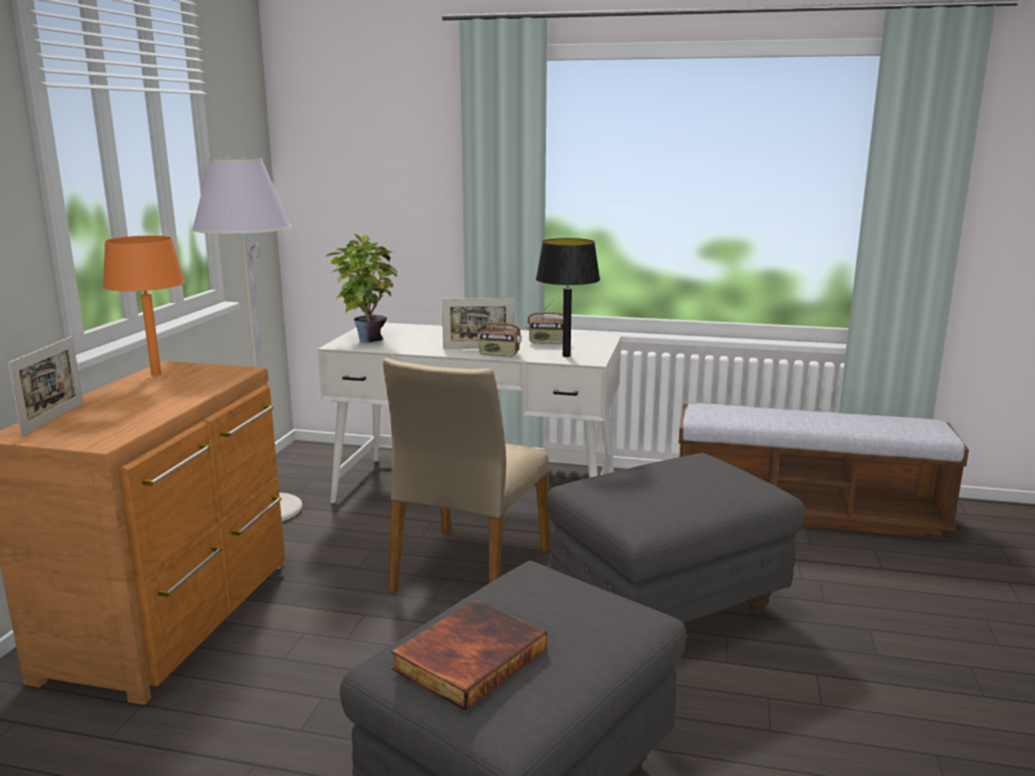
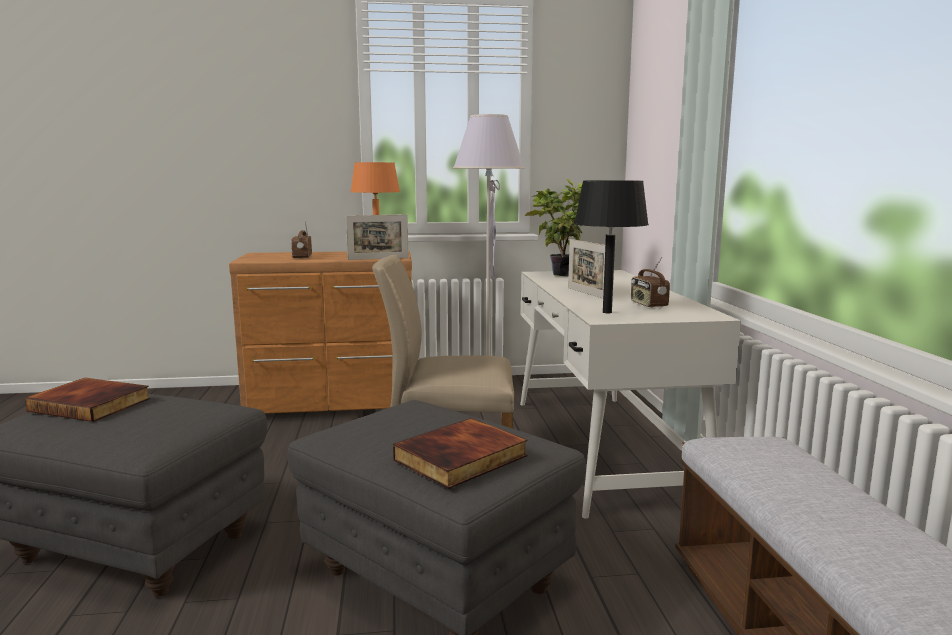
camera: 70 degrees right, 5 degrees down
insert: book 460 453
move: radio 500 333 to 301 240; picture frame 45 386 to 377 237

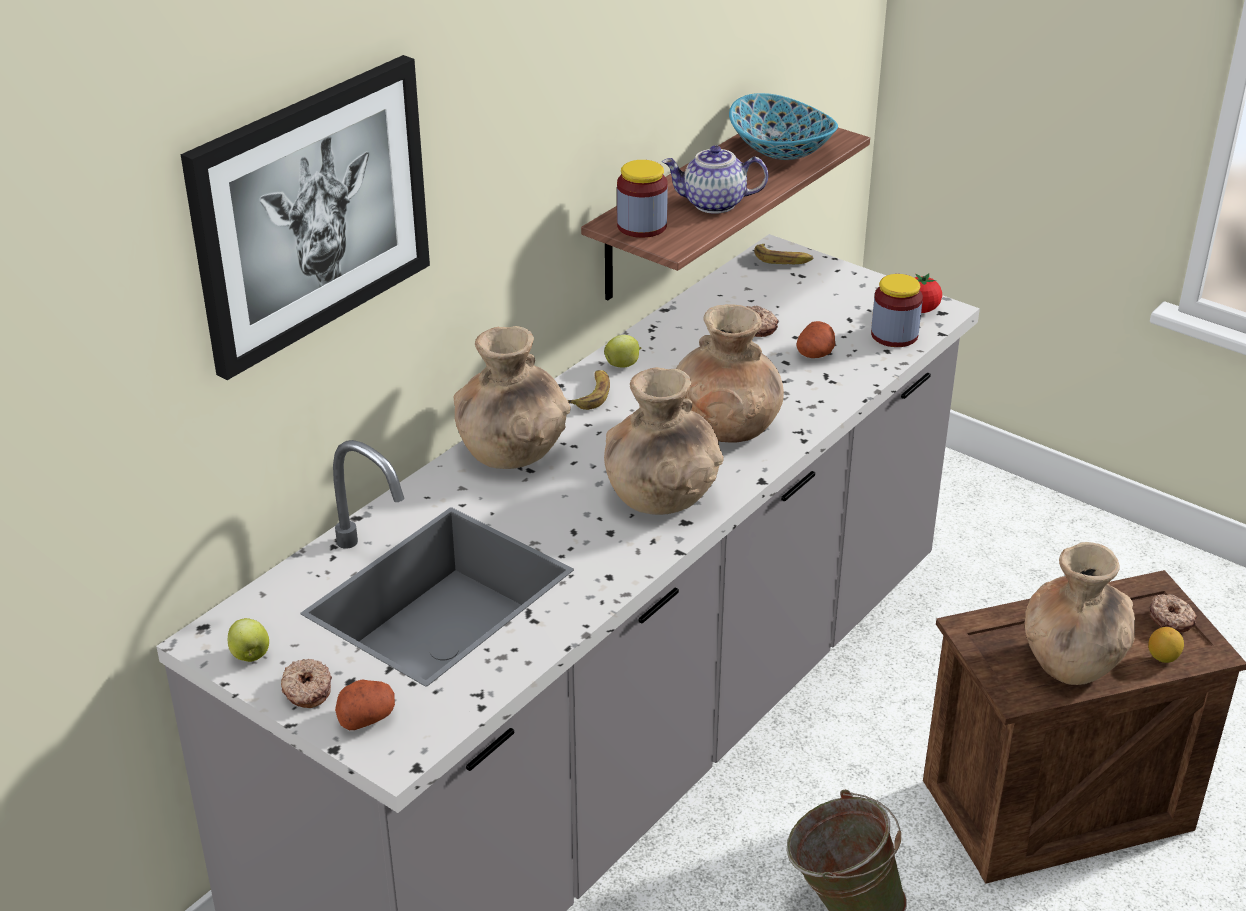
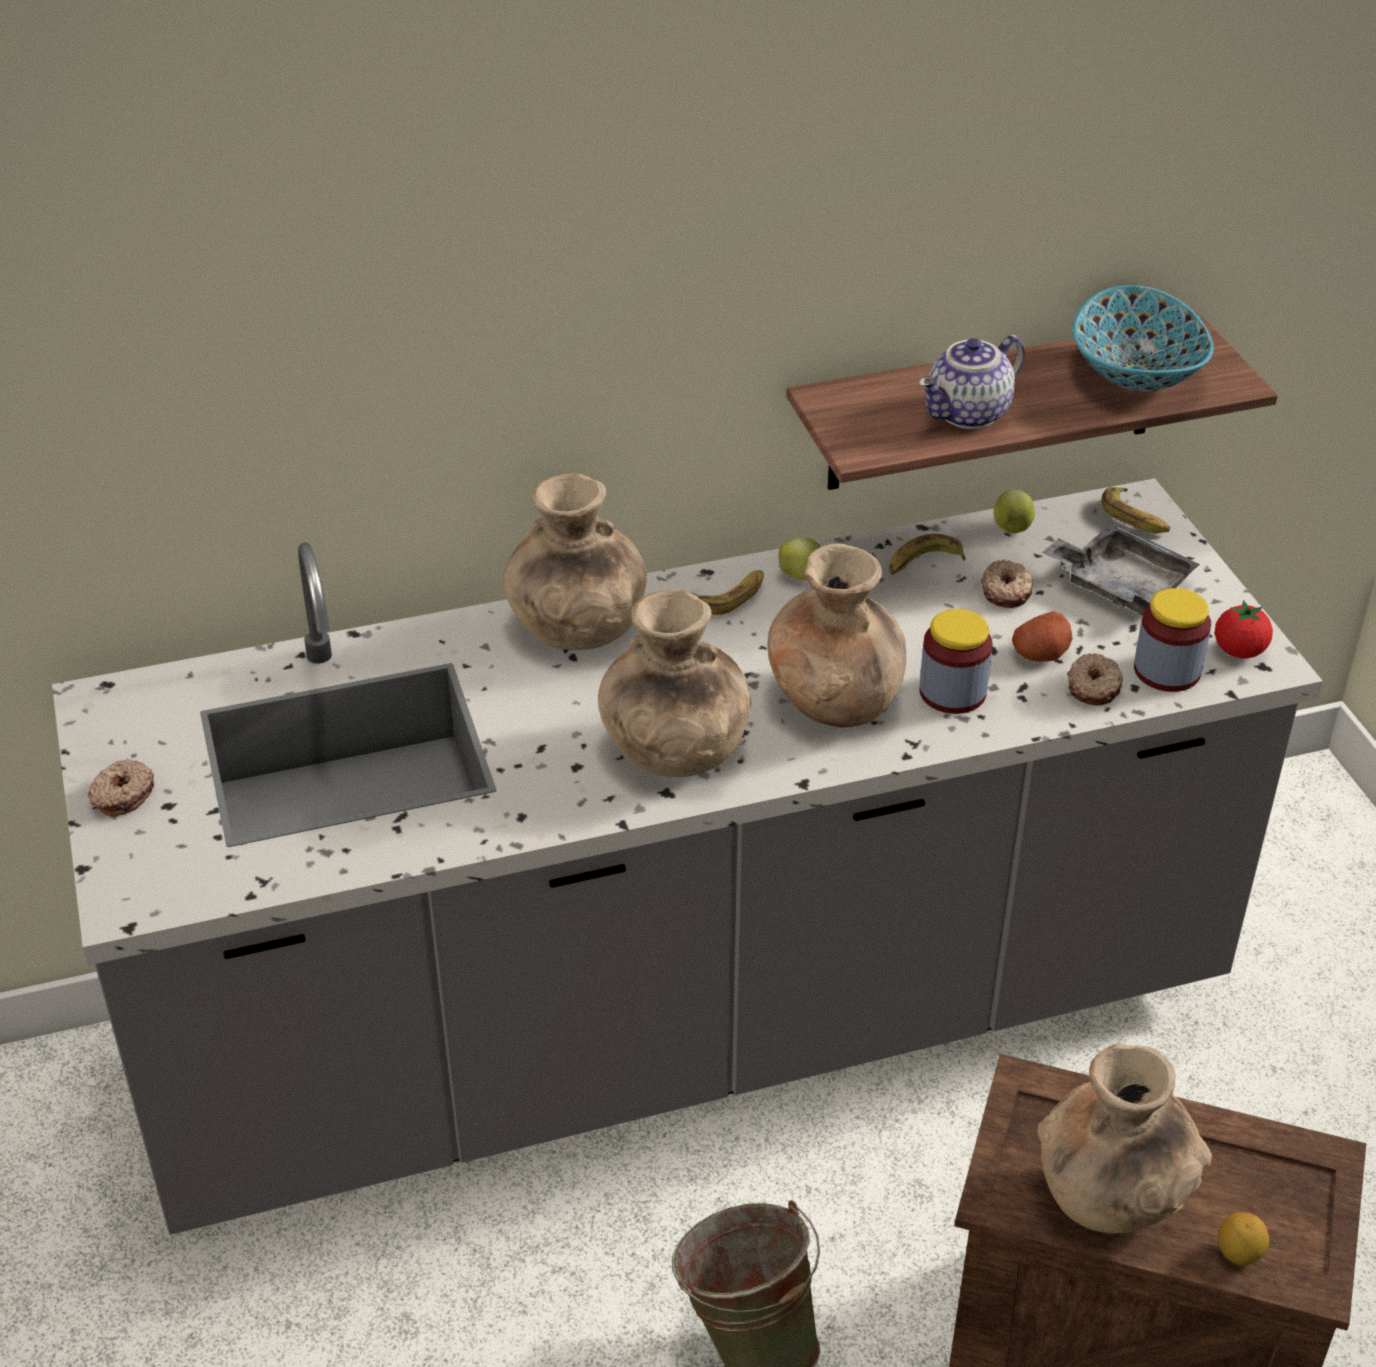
camera: 35 degrees right, 5 degrees up
delete: picture 305 217; potato 365 704
insert: banana 927 554; tray in grey 1121 569
move: jar 642 199 to 956 661; apple 248 640 to 1014 511; donut 1173 613 to 1095 679
rotate: teapot 715 179 = 972 382 75 degrees counterclockwise

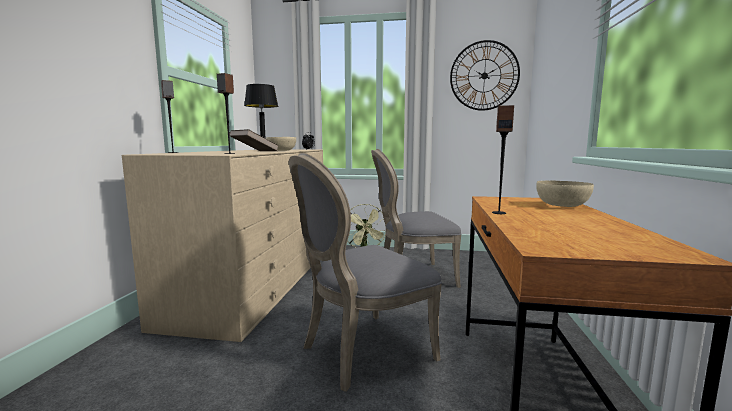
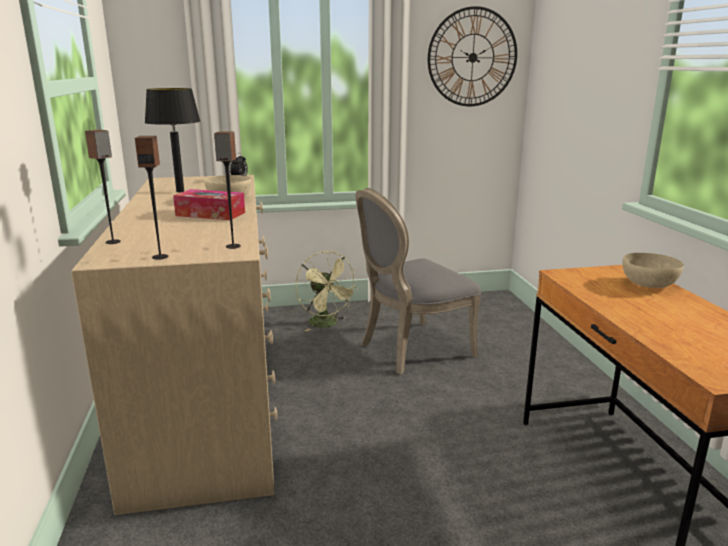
camera: 20 degrees left, 10 degrees up
delete: chair in grey 365 272
move: speaker 503 159 to 151 198
replace: book in brown 254 140 to tissue box 209 204

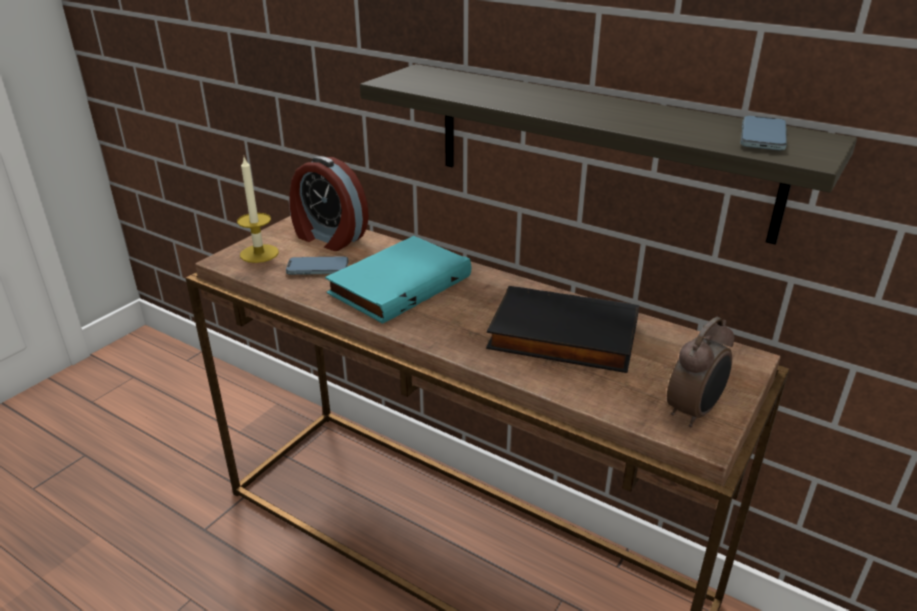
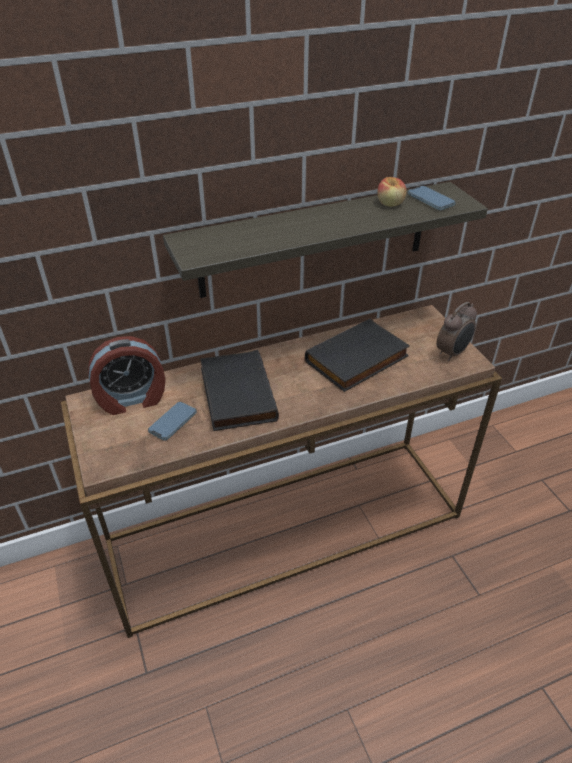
camera: 55 degrees left, 10 degrees up
delete: candle 258 210
insert: apple 392 191
recolor: book in turquoise 398 280 to book in black 239 390
rotate: alarm clock 700 372 = 457 331 60 degrees clockwise

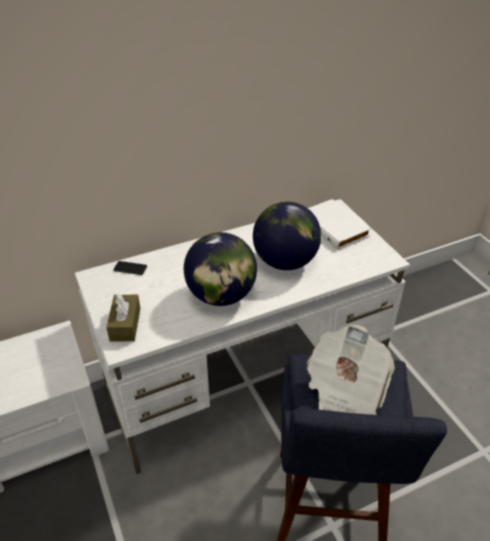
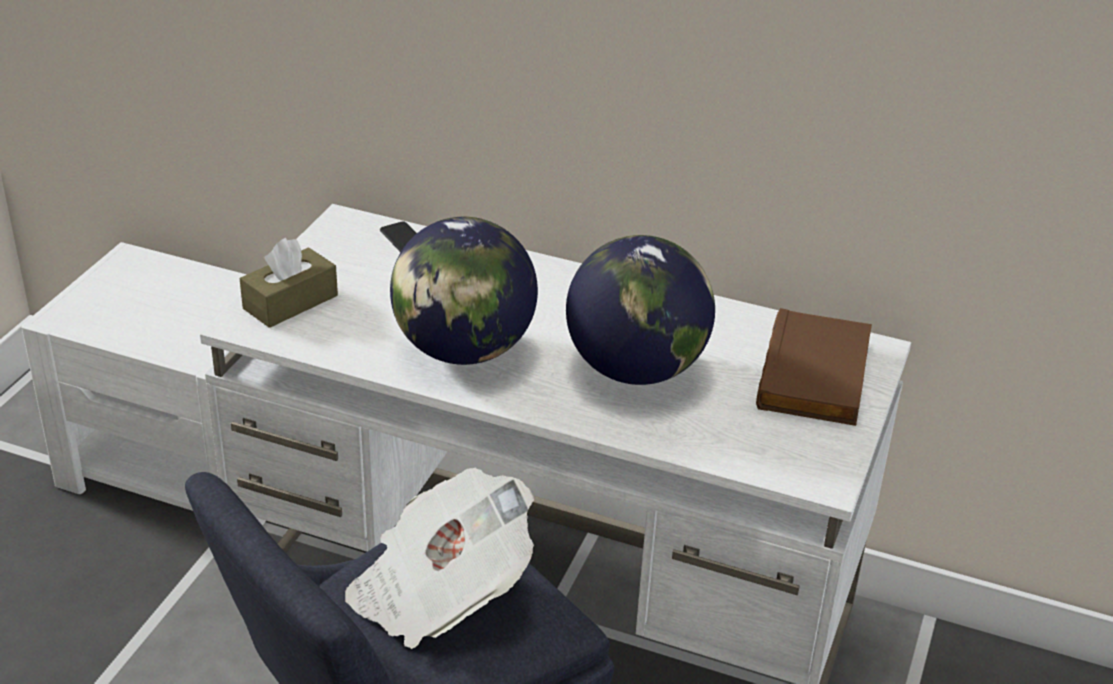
camera: 45 degrees right, 5 degrees down
recolor: book in white 339 224 to book in brown 814 367

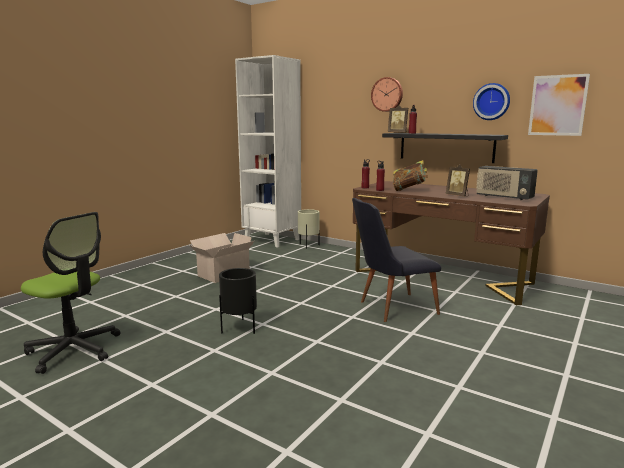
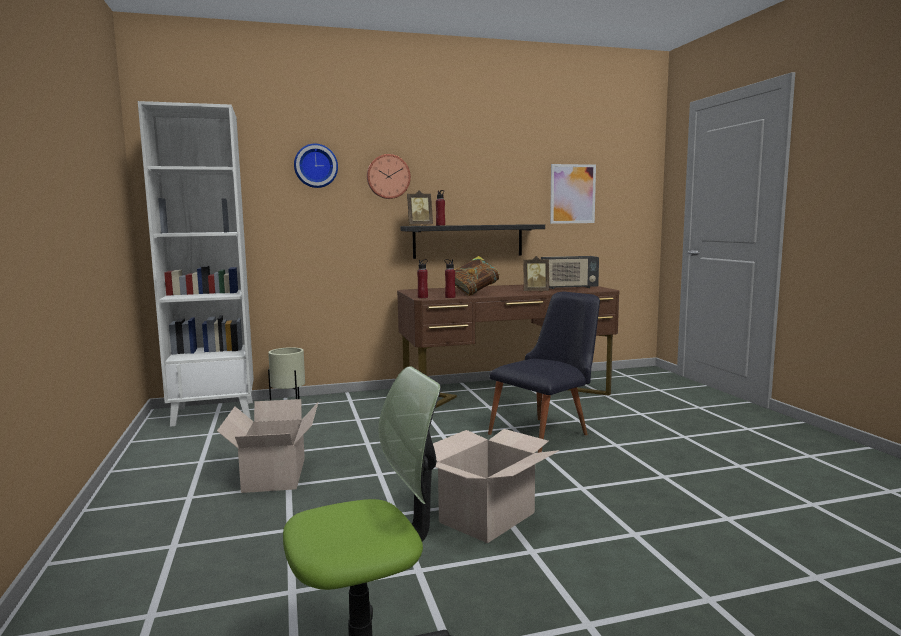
camera: 50 degrees left, 5 degrees down
move: wall clock 491 101 to 316 166
replace: planter in black 238 301 to cardboard box 496 486
rotate: chair in black 396 260 = 544 372 150 degrees counterclockwise

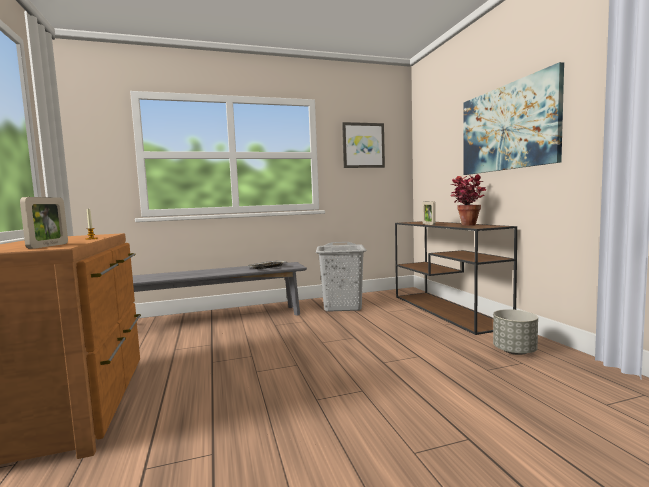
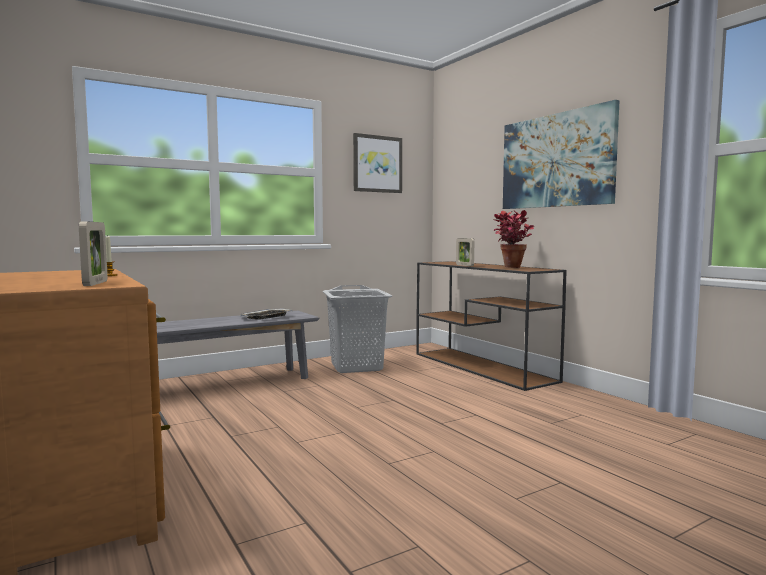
camera: 15 degrees left, 0 degrees up
delete: planter in grey 515 332

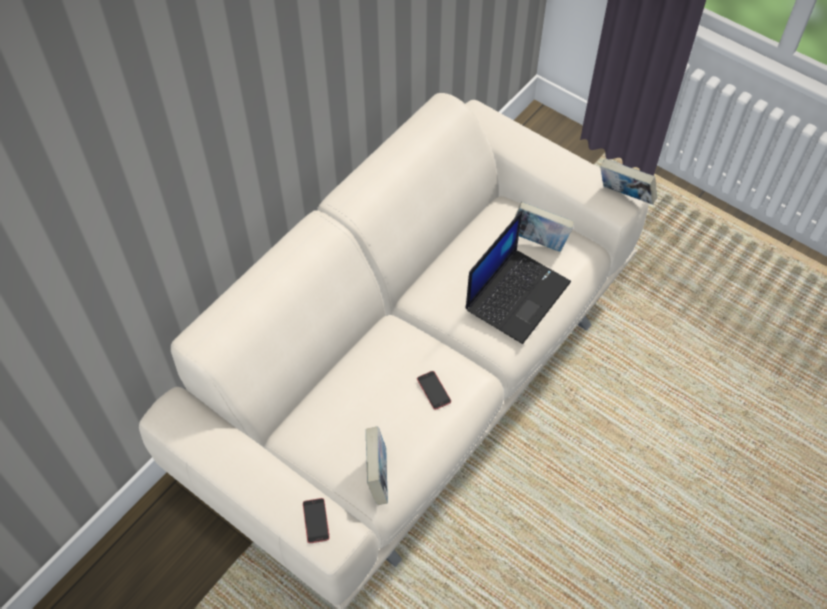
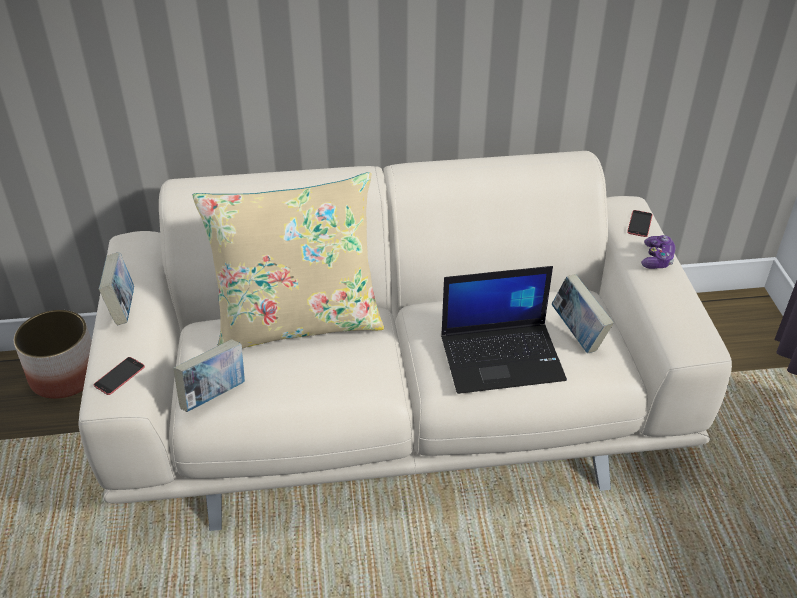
camera: 45 degrees right, 15 degrees down
insert: planter 53 354; pillow in beige 288 260; game controller 658 252
move: book 628 182 to 116 289; phone 434 390 to 640 223

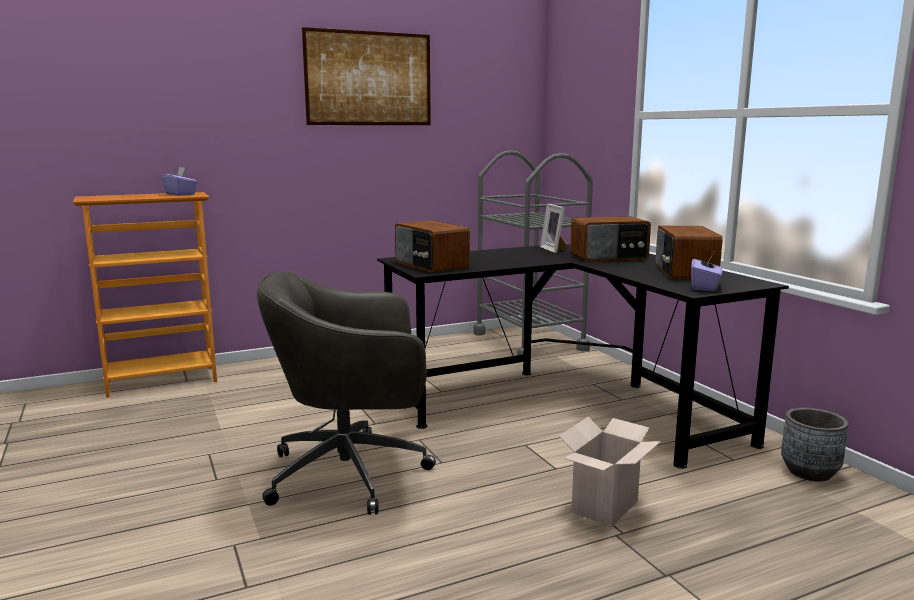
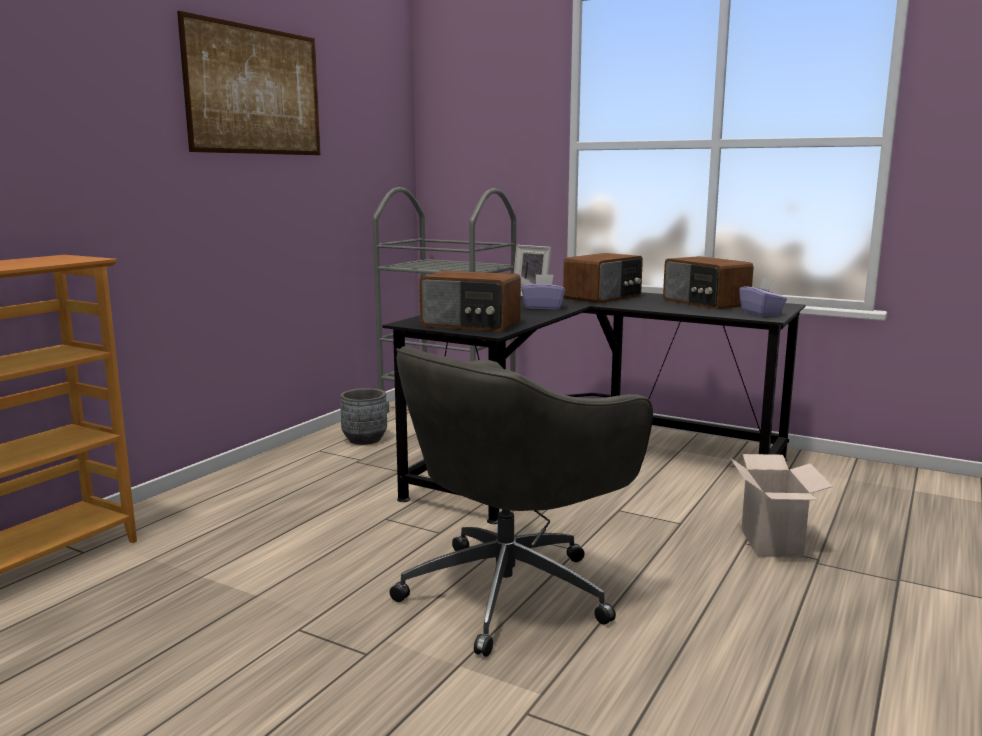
camera: 35 degrees left, 0 degrees up
move: planter in grey 815 444 to 363 416; tissue box in purple 179 181 to 543 291

